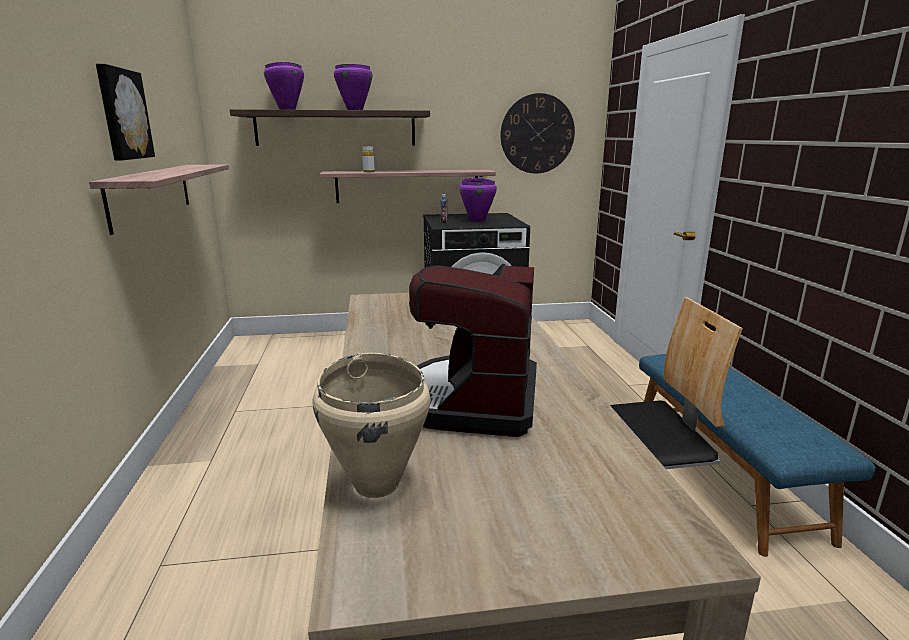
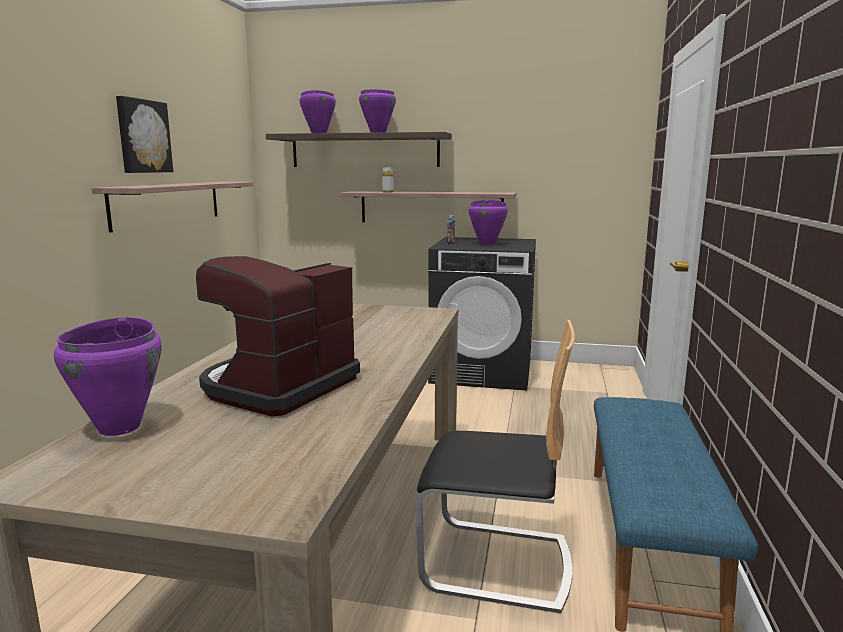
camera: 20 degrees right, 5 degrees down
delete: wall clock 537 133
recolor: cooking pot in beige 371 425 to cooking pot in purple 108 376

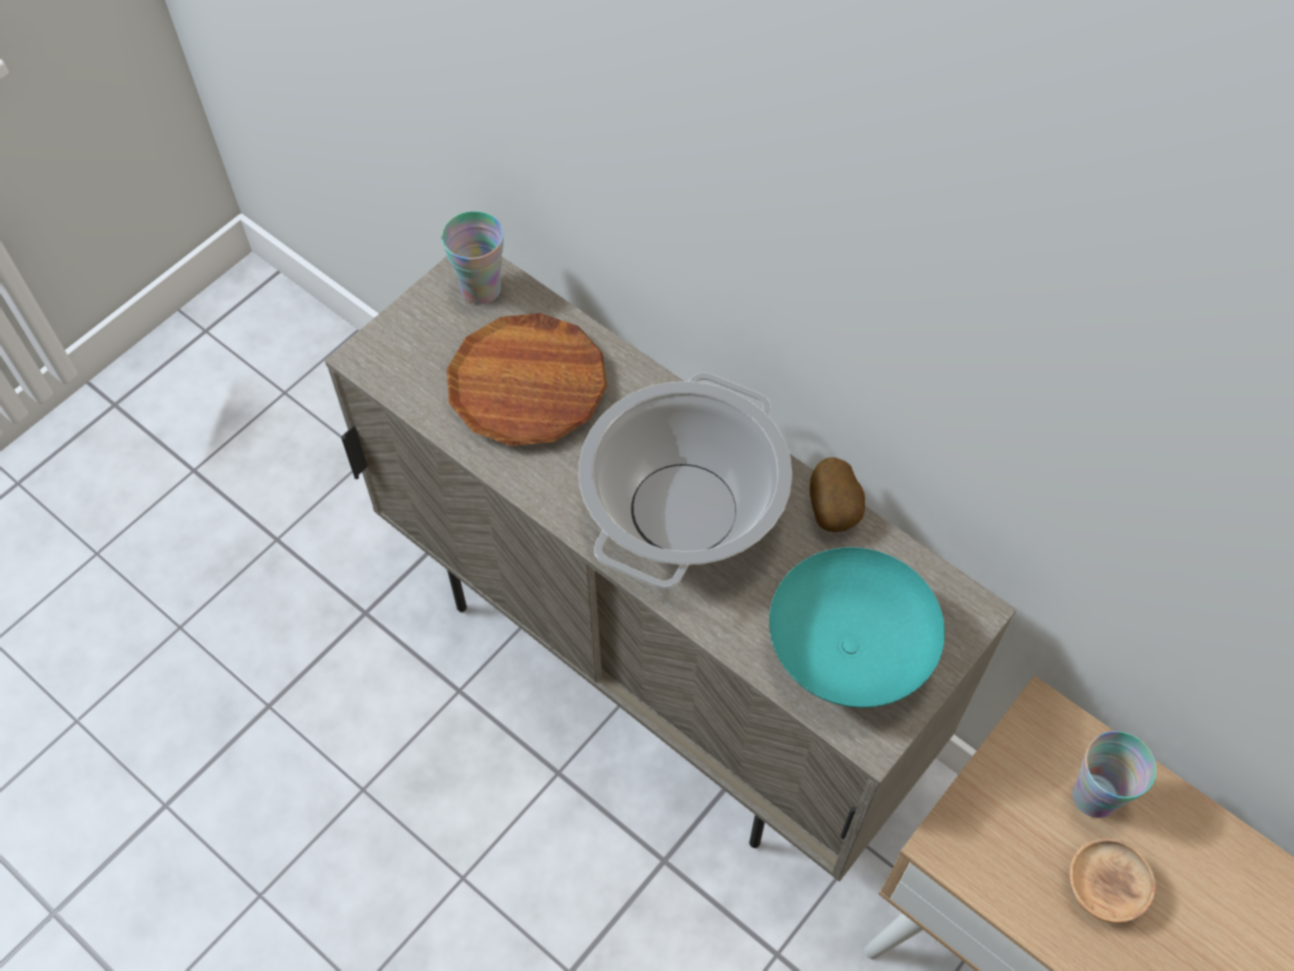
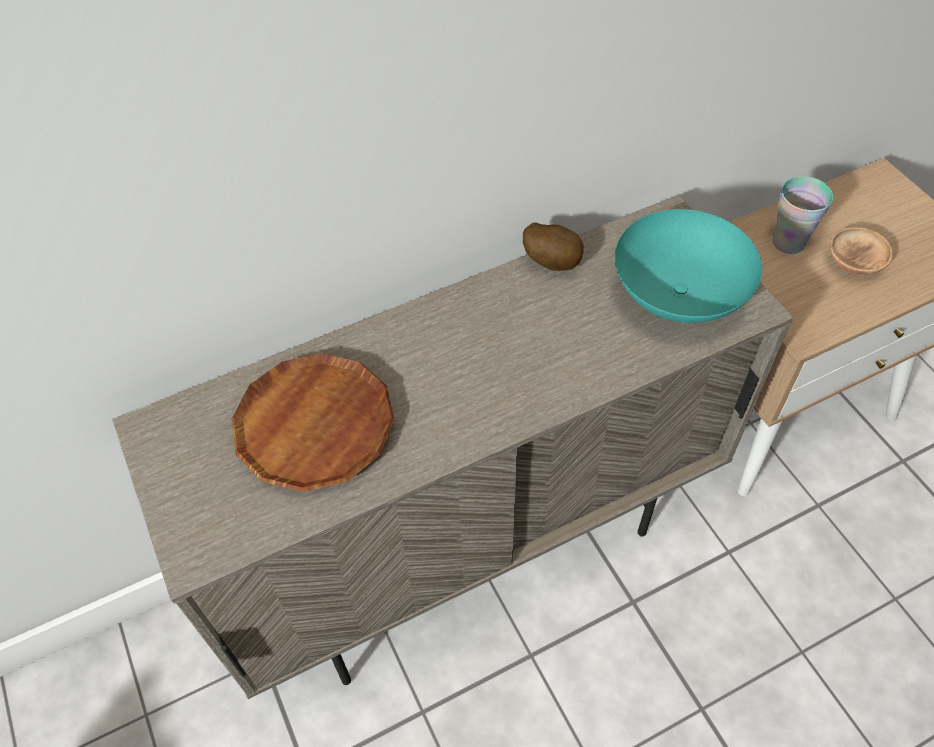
camera: 65 degrees left, 5 degrees down
delete: cup 472 257; cooking pot 685 481

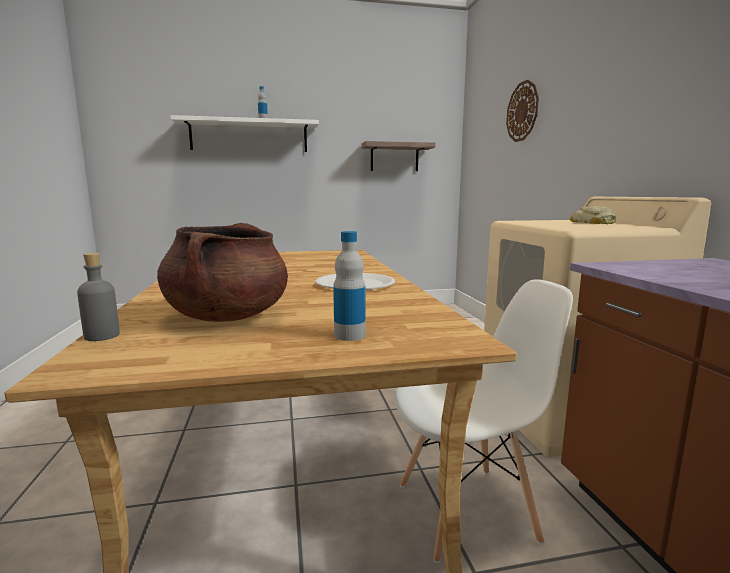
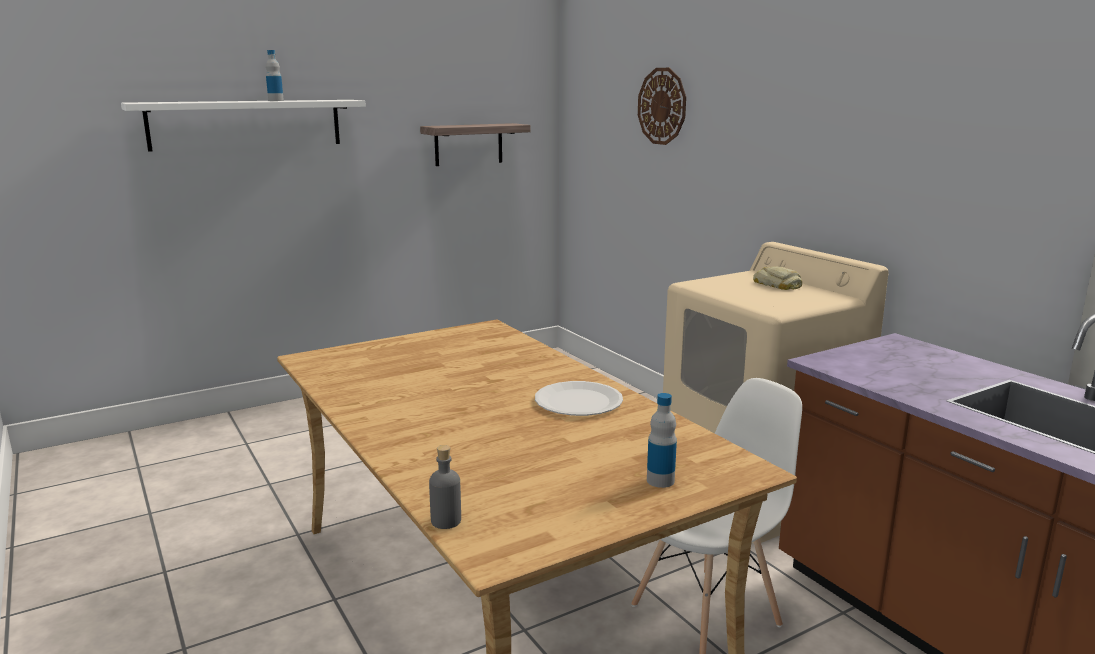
camera: 20 degrees left, 5 degrees up
delete: cooking pot in brown 222 272

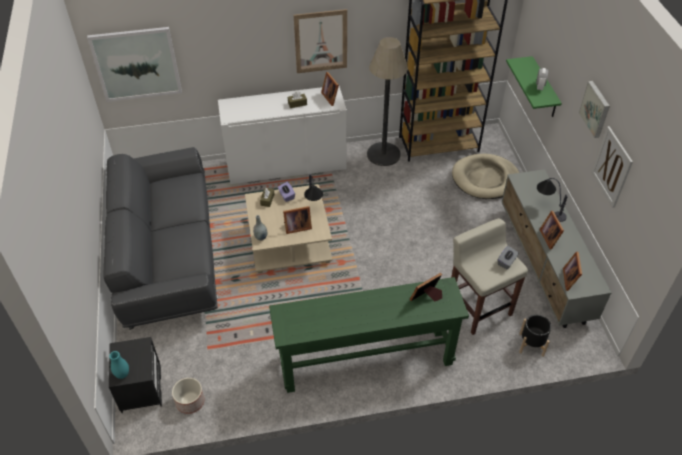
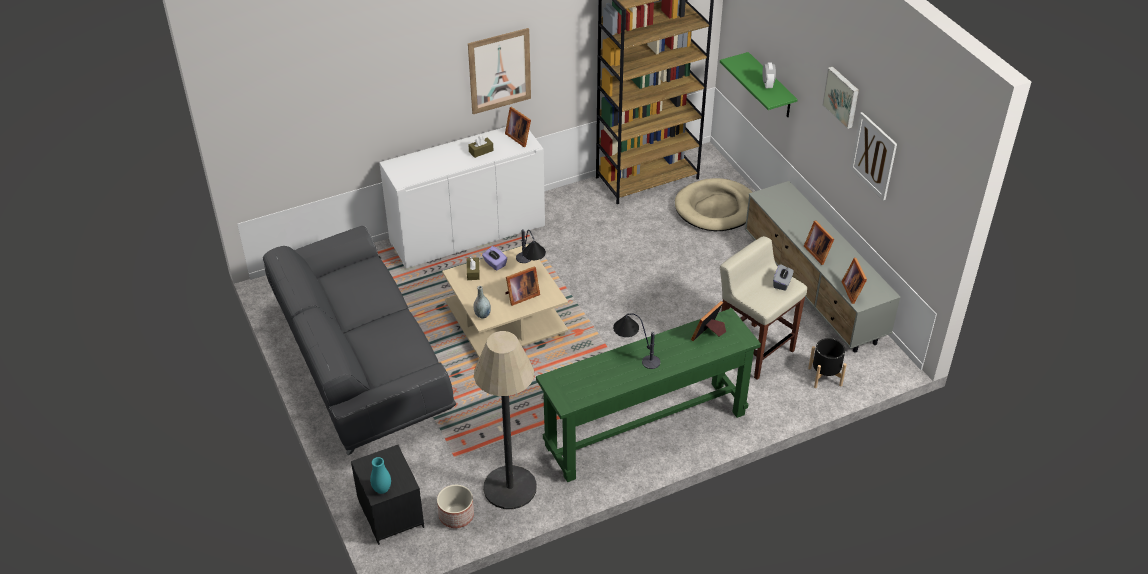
camera: 15 degrees left, 5 degrees down
delete: picture 134 64
move: floor lamp 387 101 to 505 420; table lamp 552 200 to 636 341

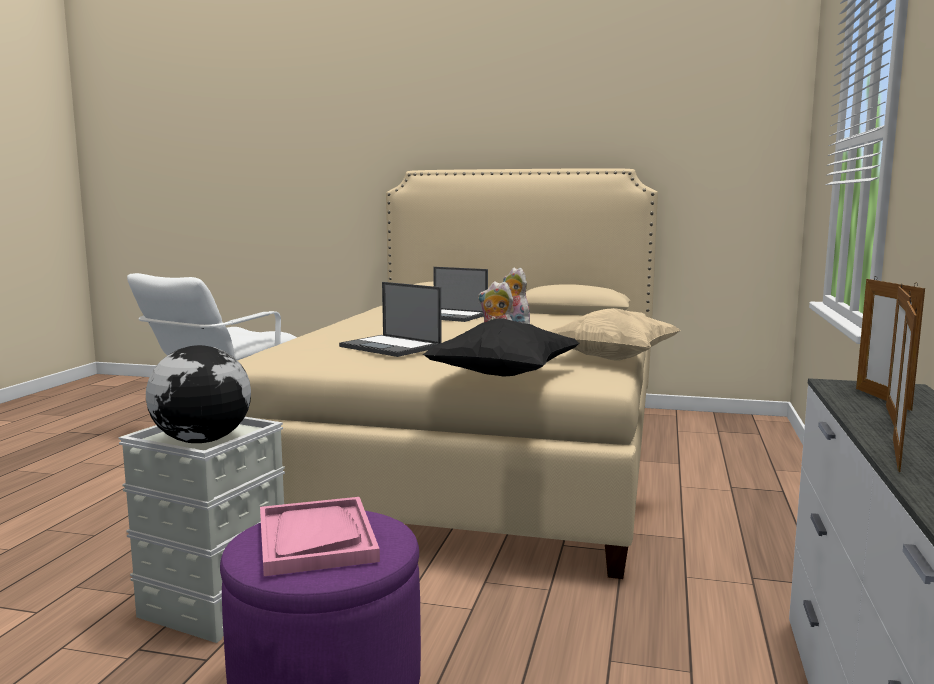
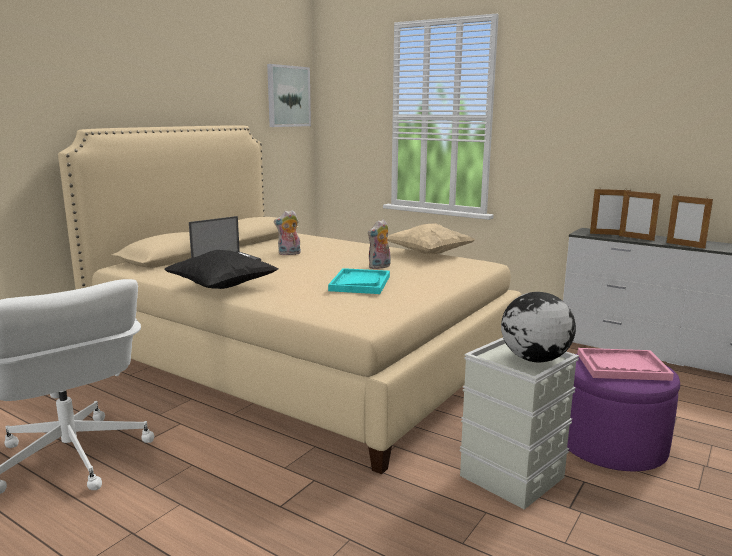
camera: 70 degrees left, 5 degrees up
insert: picture 289 95
move: pillow in black 501 348 to 221 269
replace: laptop 390 319 to tray in turquoise 359 281

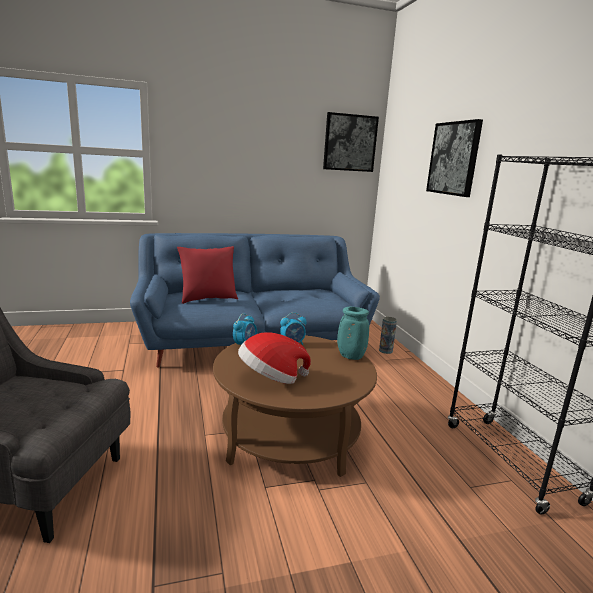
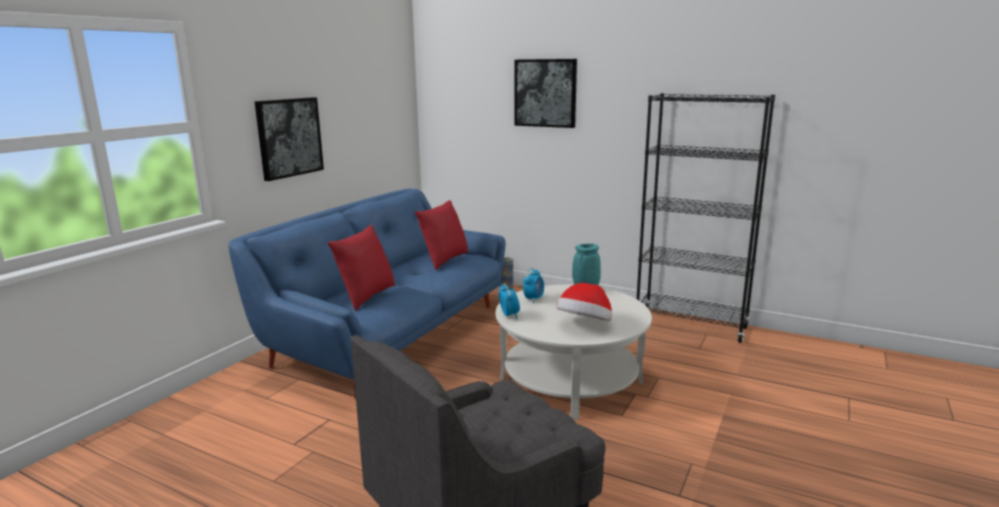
camera: 45 degrees left, 0 degrees up
insert: pillow in red 441 235
move: picture 351 142 to 289 139
recolor: coffee table in brown 295 405 to coffee table in white 573 352

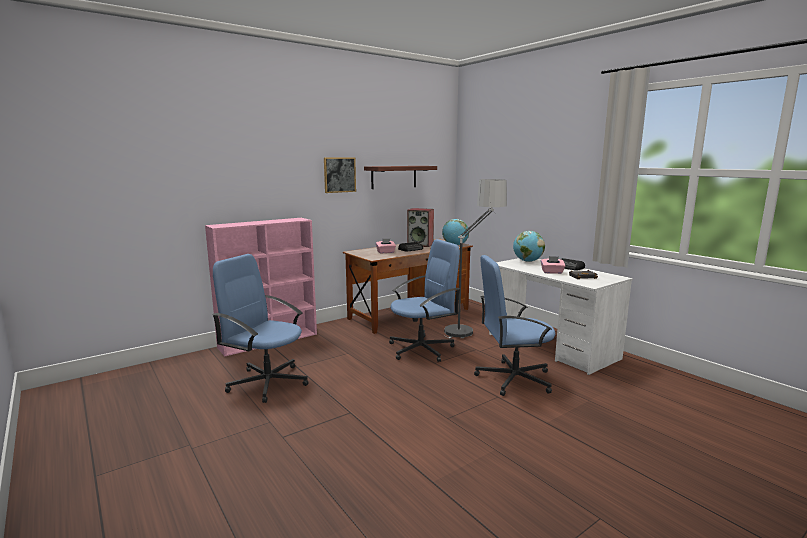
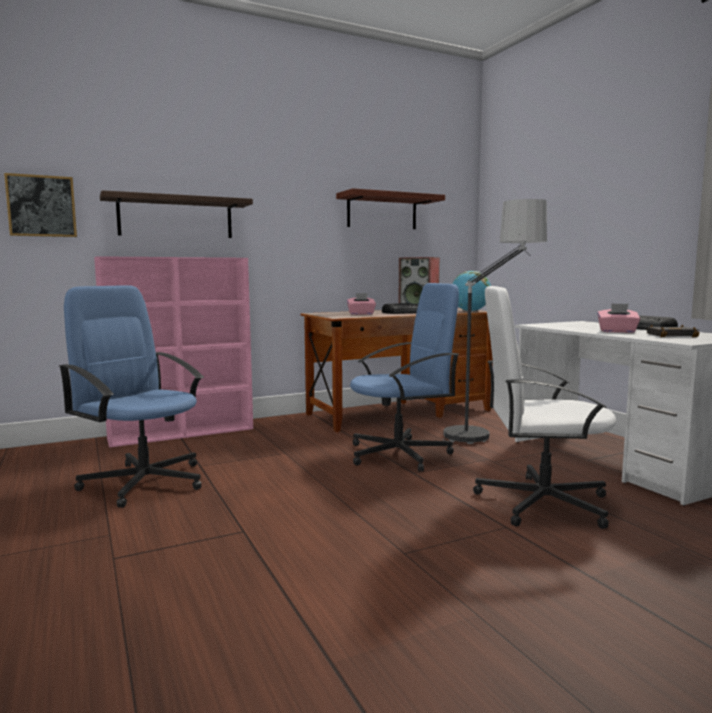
camera: 10 degrees right, 5 degrees down
delete: globe 529 246
insert: shelf 176 214
move: picture 340 175 to 40 205
recolor: office chair in blue 514 325 to office chair in white 545 407

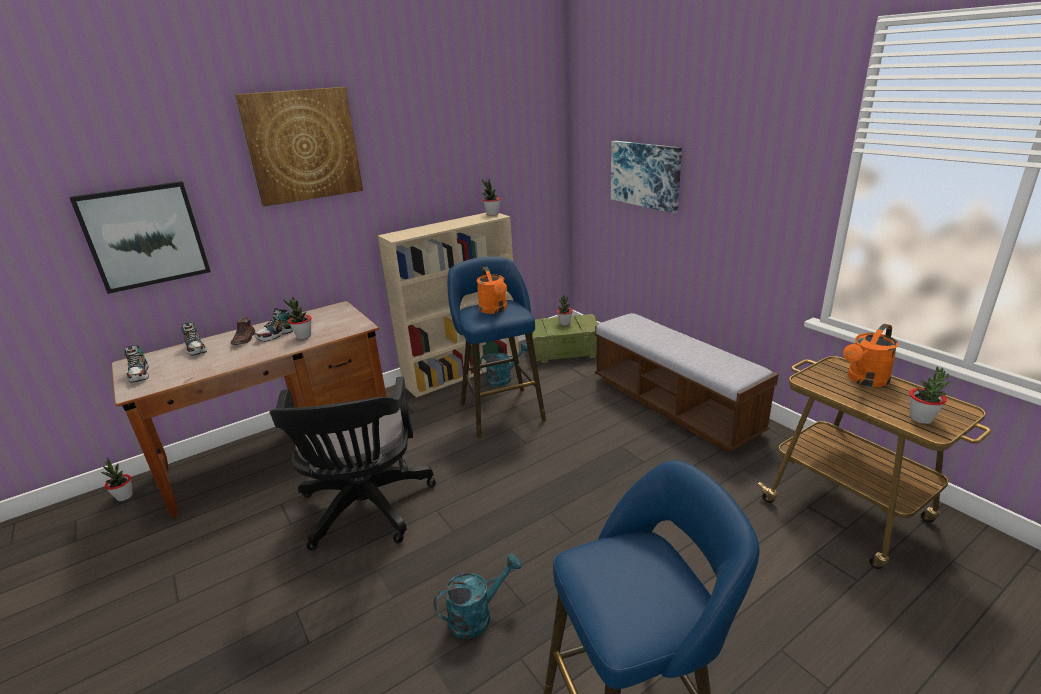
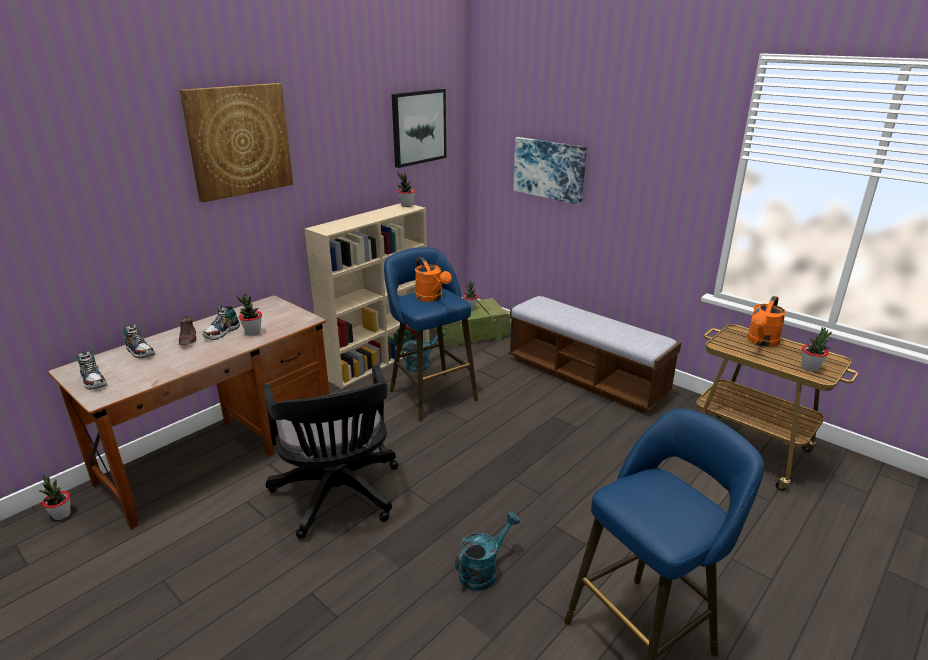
camera: 15 degrees left, 0 degrees up
move: picture 140 237 to 419 128

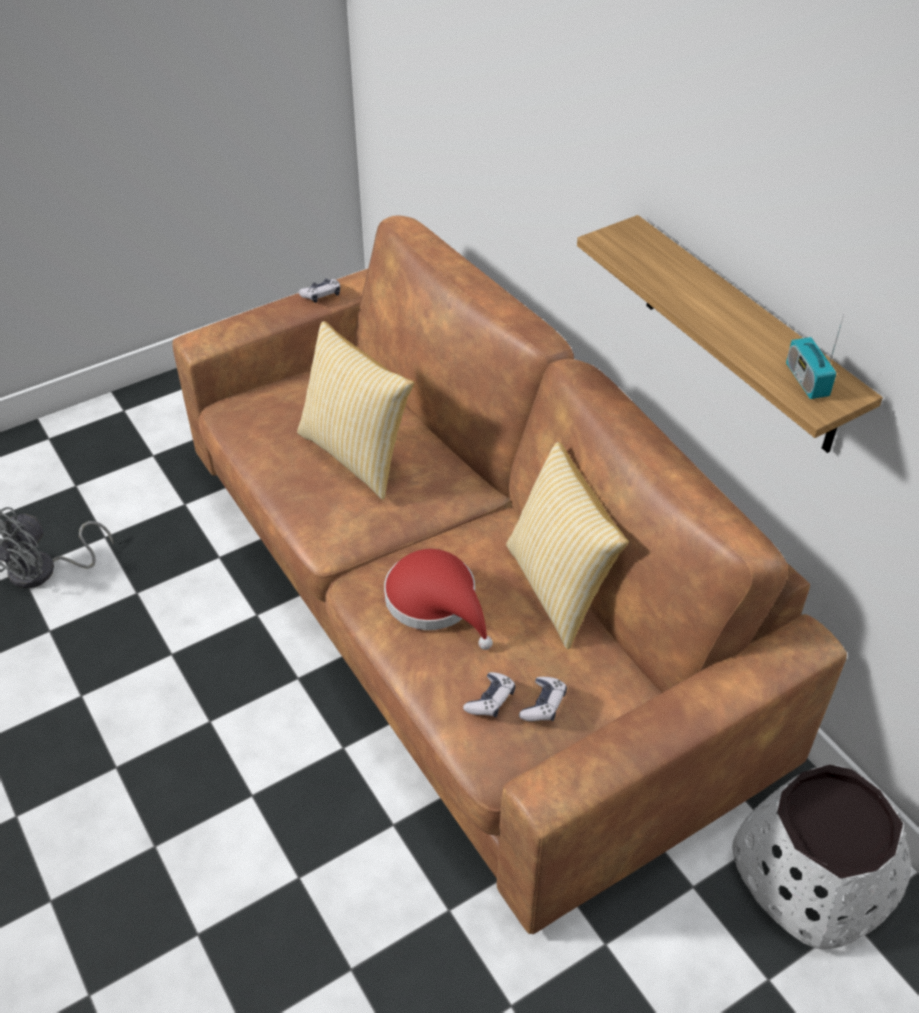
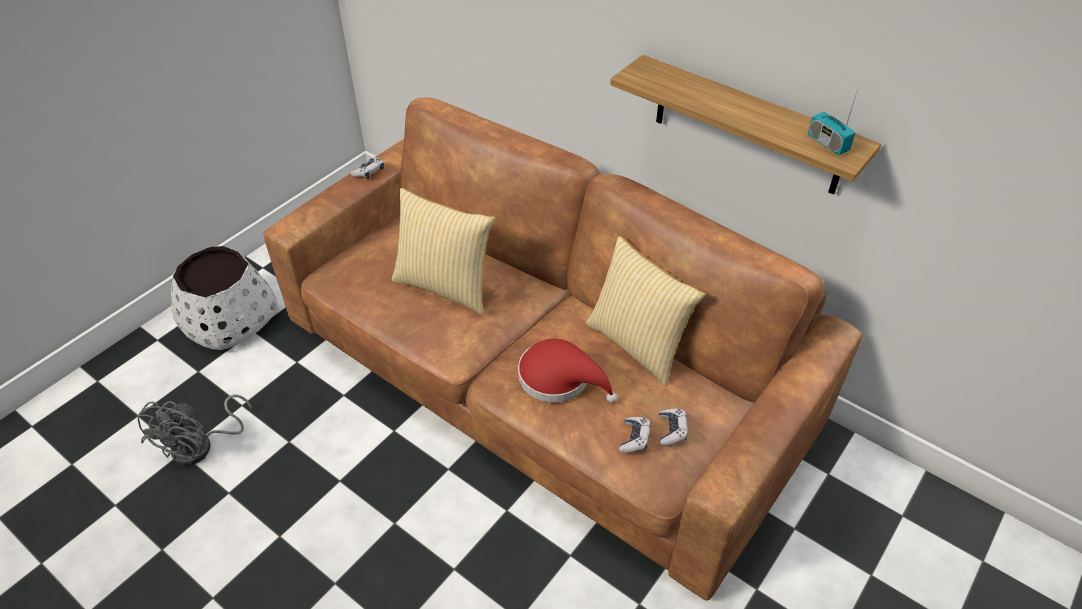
camera: 20 degrees left, 0 degrees up
move: planter in white 821 857 to 224 298

